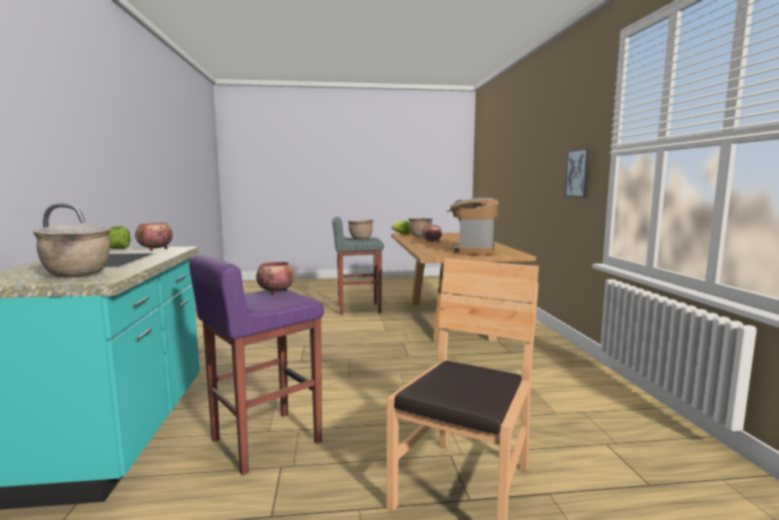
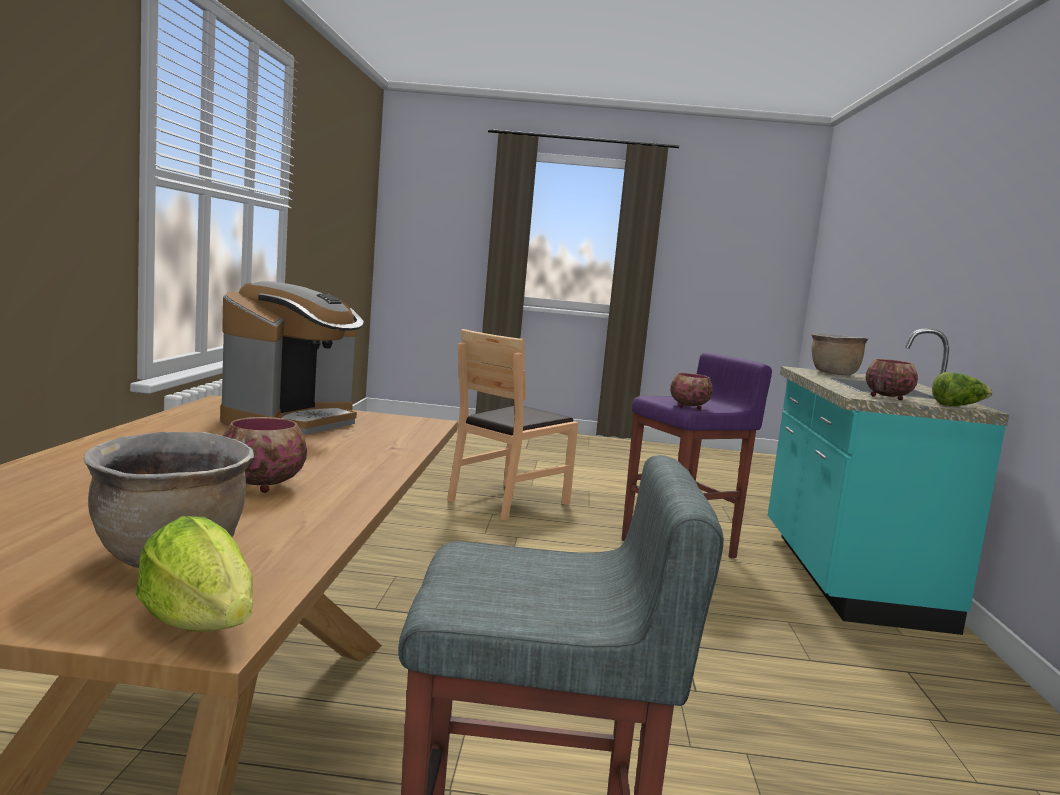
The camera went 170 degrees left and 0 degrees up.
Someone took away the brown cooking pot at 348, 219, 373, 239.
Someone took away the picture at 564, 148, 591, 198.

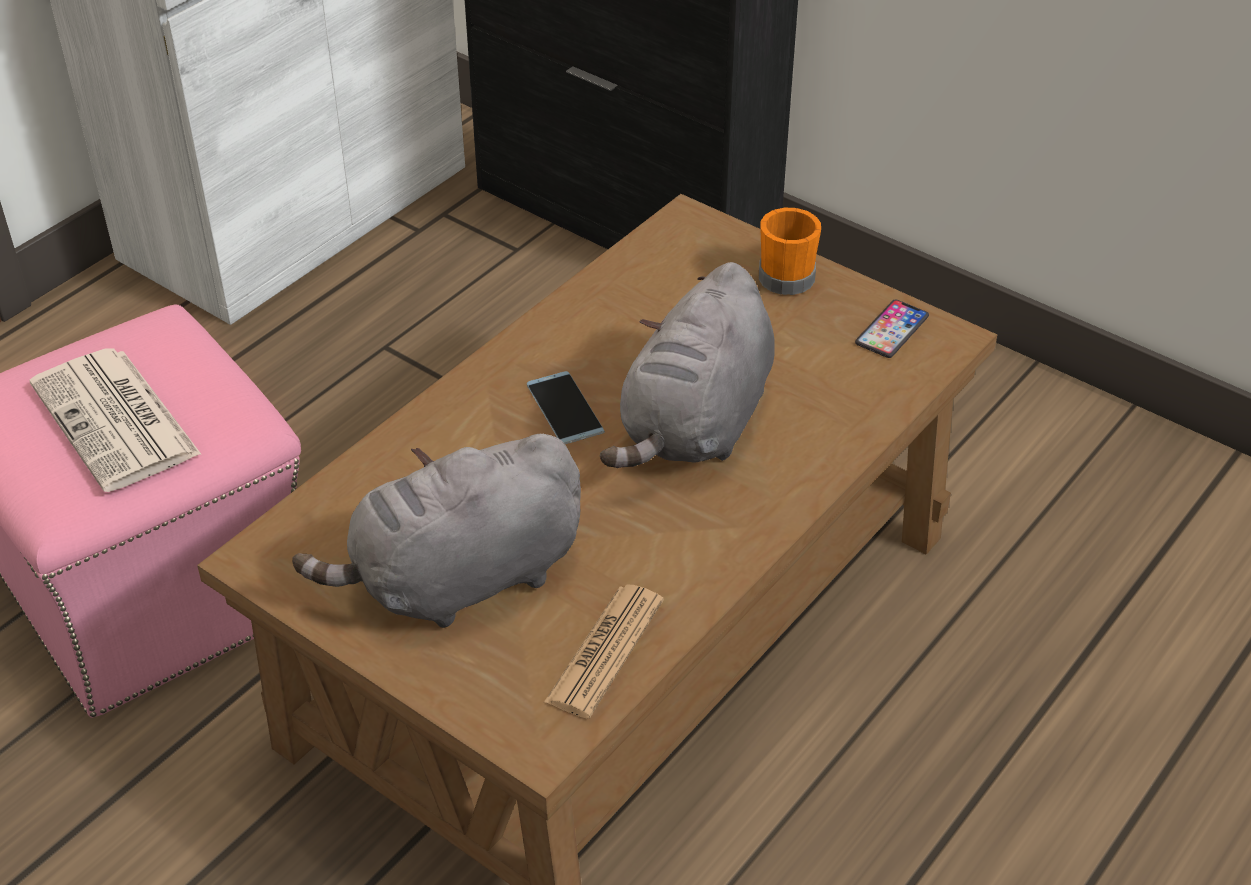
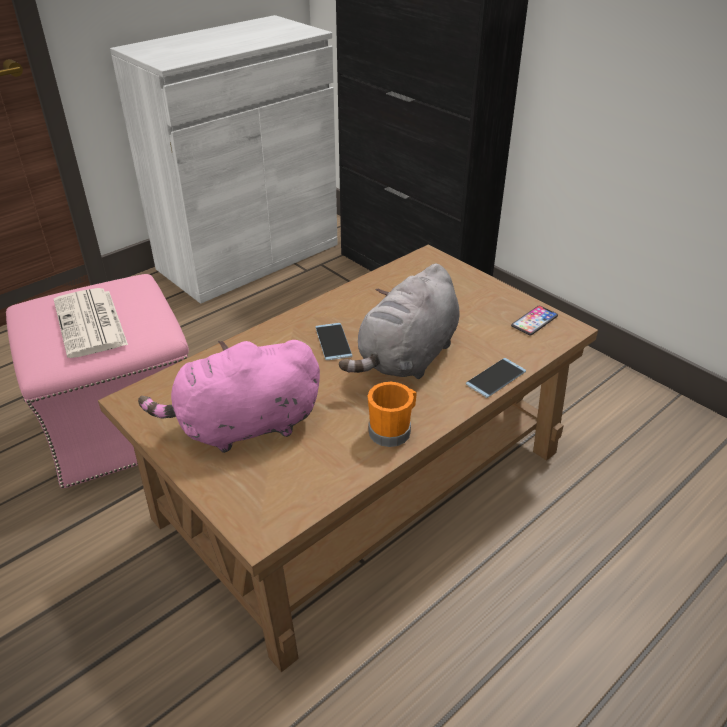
The camera went 10 degrees right and 5 degrees down.
Someone repainted the grey plush toy at 292, 434, 581, 628, which became the pink plush toy at 138, 340, 320, 453.
Someone carried the orange mug from 759, 208, 821, 295 to 368, 382, 417, 447.
Someone put down the phone at 466, 358, 526, 398.
Someone took away the newspaper at 544, 584, 664, 719.

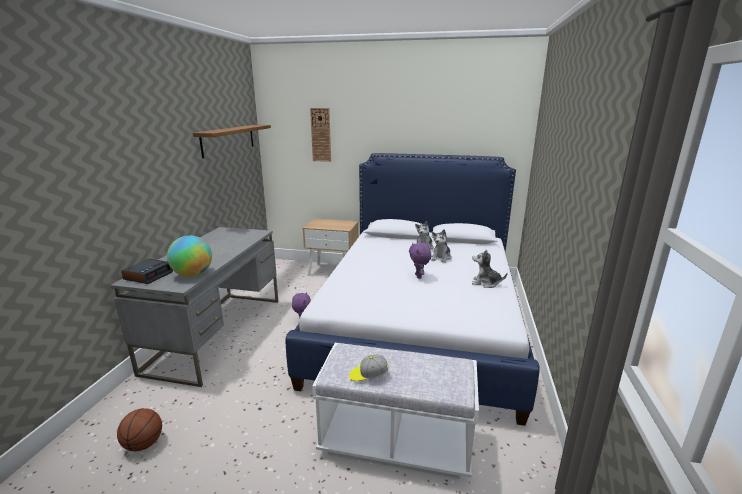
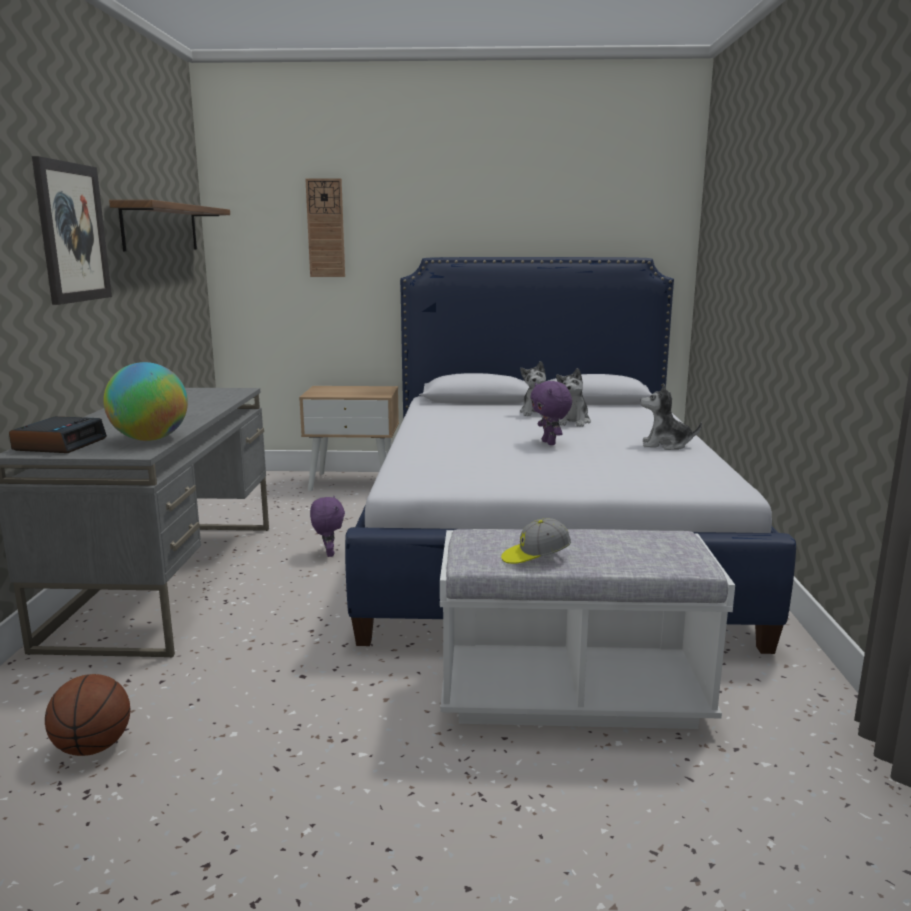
The camera went 10 degrees left and 5 degrees down.
Someone put up the picture at 32, 156, 112, 305.

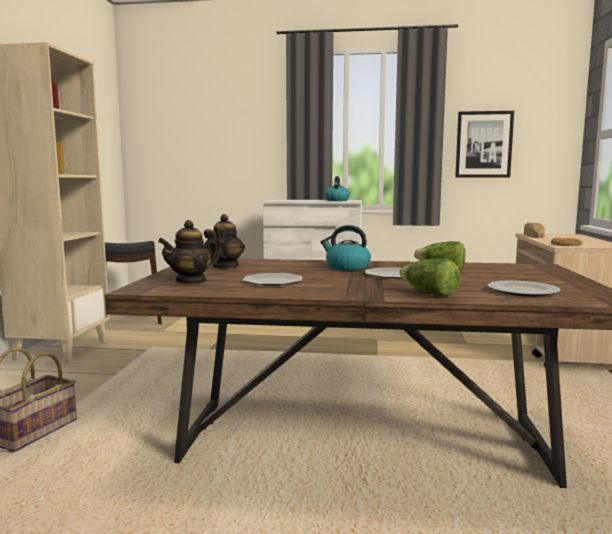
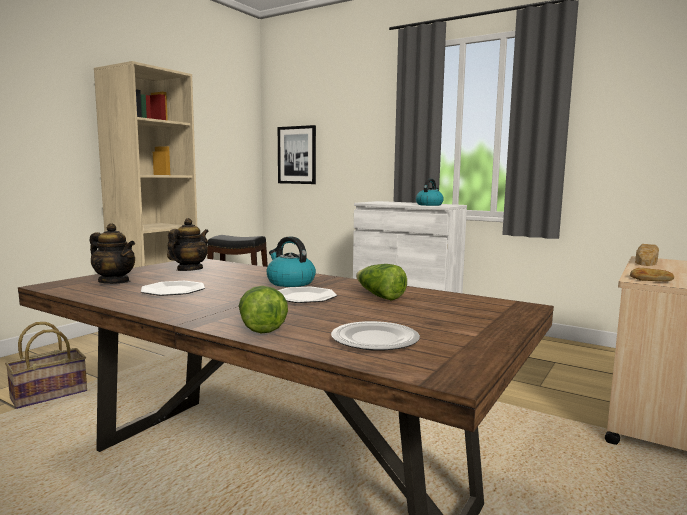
The camera went 25 degrees right and 0 degrees up.
Someone rotated the teapot at 158, 220, 220, 284 by 135 degrees counterclockwise.
Someone carried the picture from 455, 111, 514, 178 to 278, 125, 316, 184.

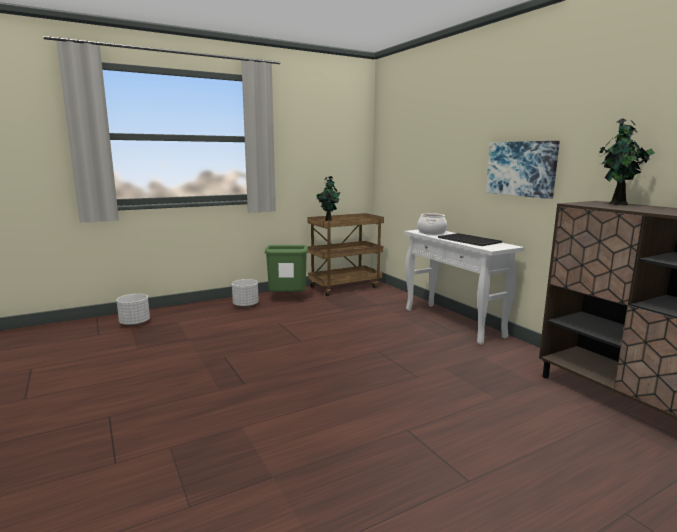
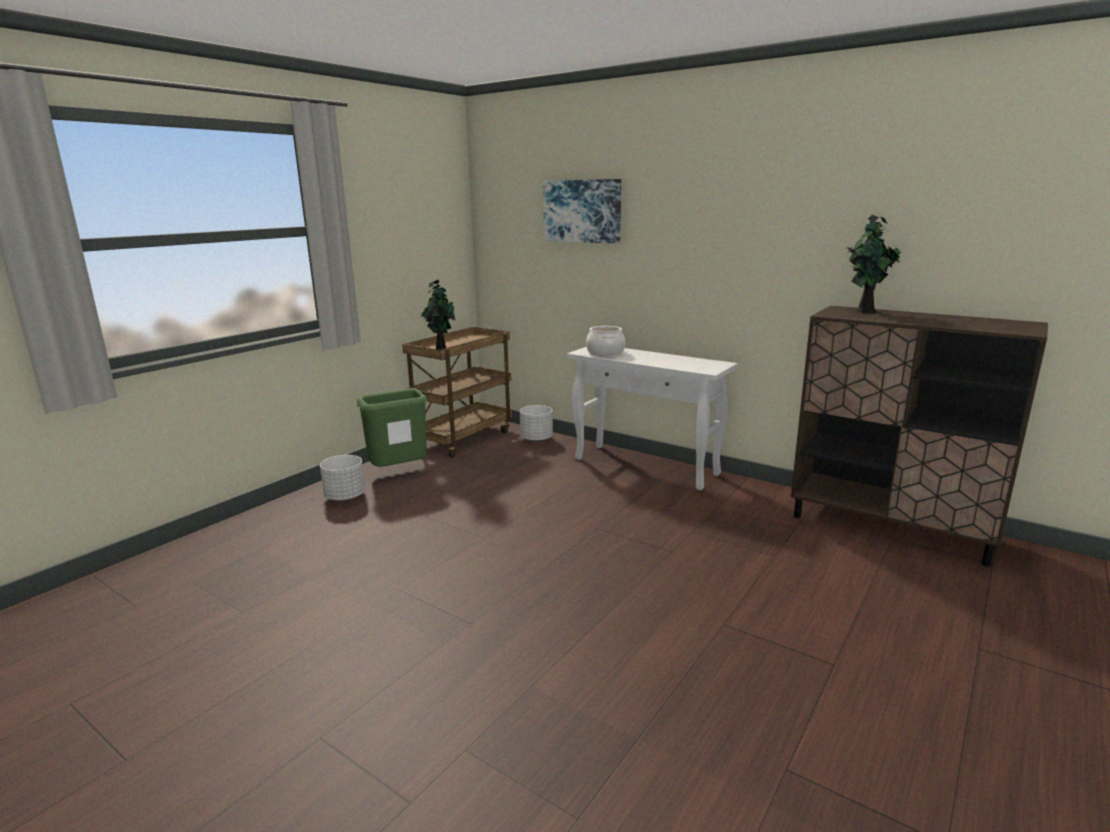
The camera went 25 degrees left and 5 degrees up.
Someone carried the white planter from 117, 294, 150, 326 to 520, 405, 553, 442.
Someone carried the picture from 486, 141, 560, 199 to 543, 179, 621, 244.
Someone took away the tray at 438, 233, 502, 246.

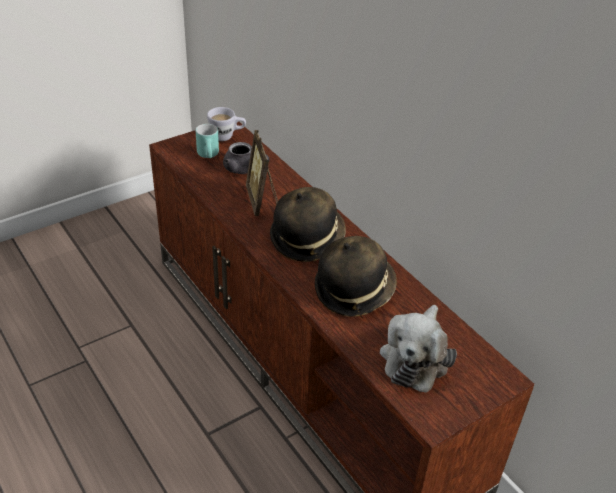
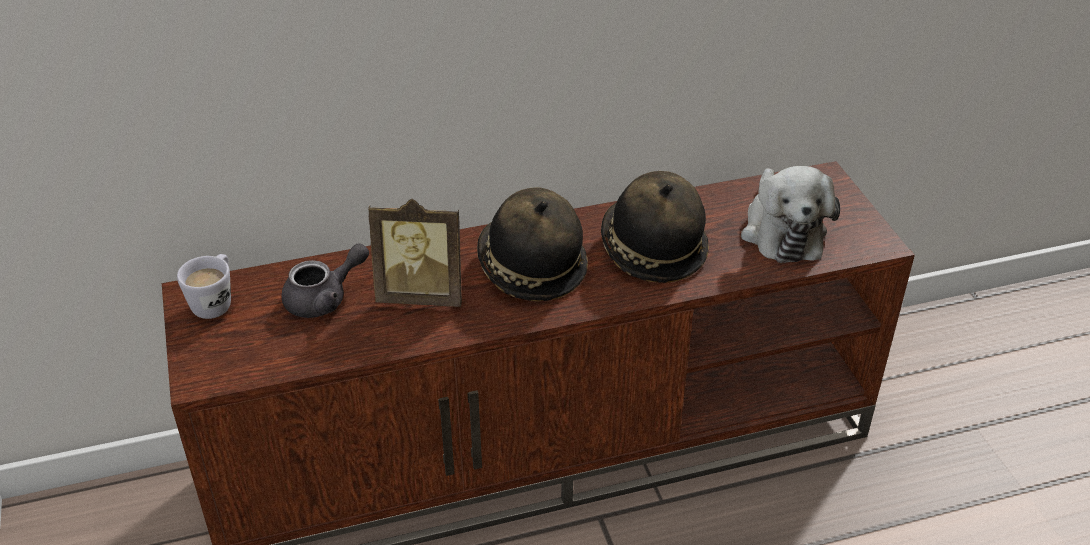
The camera went 70 degrees left and 0 degrees up.
Someone rotated the plush toy at 380, 305, 457, 393 by 45 degrees clockwise.
Someone took away the turquoise mug at 196, 124, 219, 158.

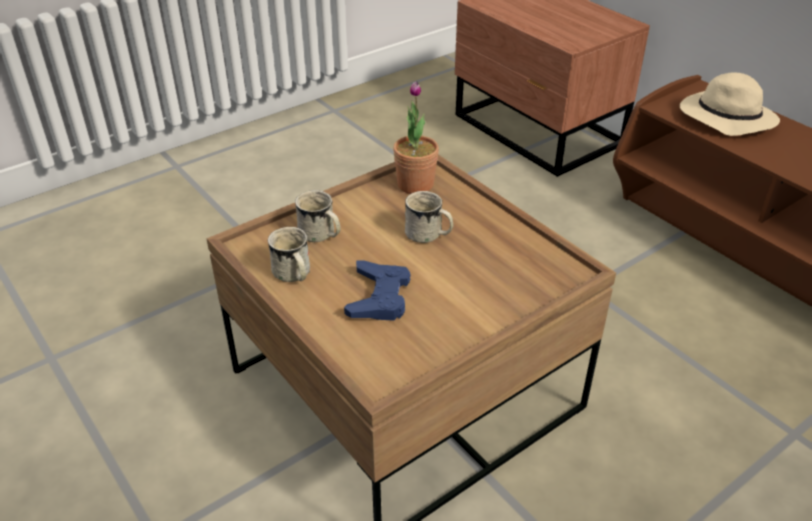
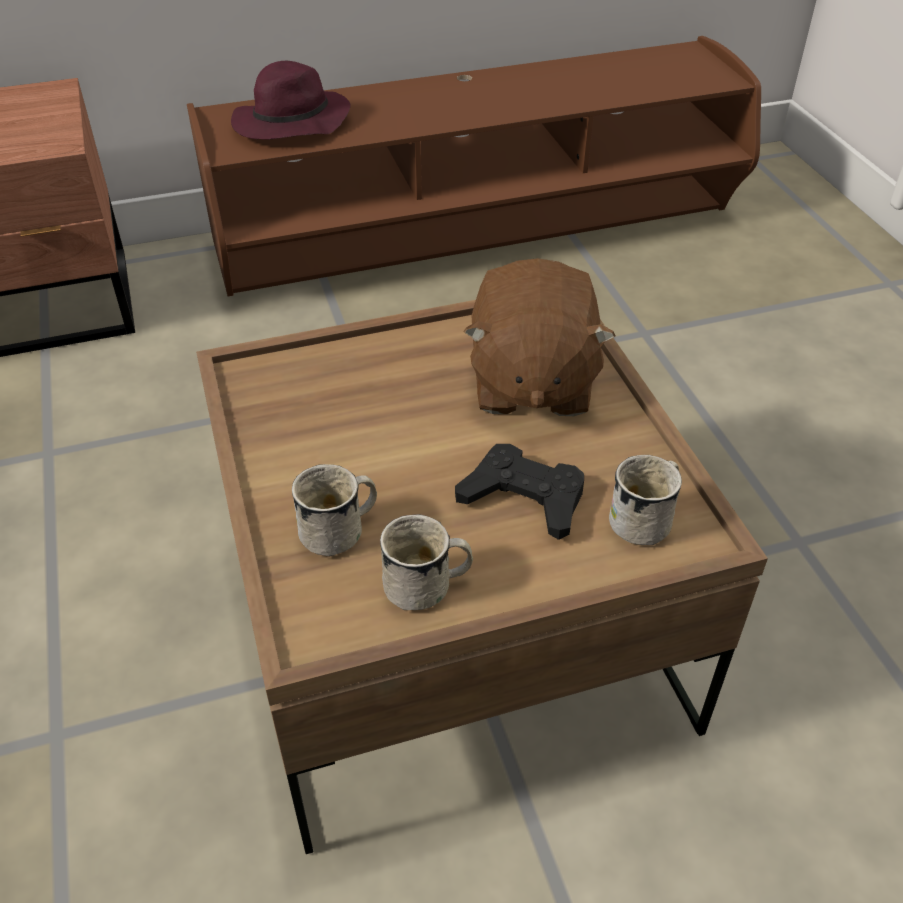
The camera went 70 degrees left and 5 degrees up.
Someone repainted the beige hat at 680, 72, 780, 136, which became the purple hat at 231, 61, 351, 140.
Someone repainted the blue game controller at 344, 260, 410, 321, which became the black game controller at 455, 444, 584, 540.
Someone put down the brown plush toy at 463, 258, 616, 416.
Someone carried the white mug from 405, 191, 453, 243 to 609, 455, 682, 545.
Someone took away the potted plant at 393, 81, 439, 194.

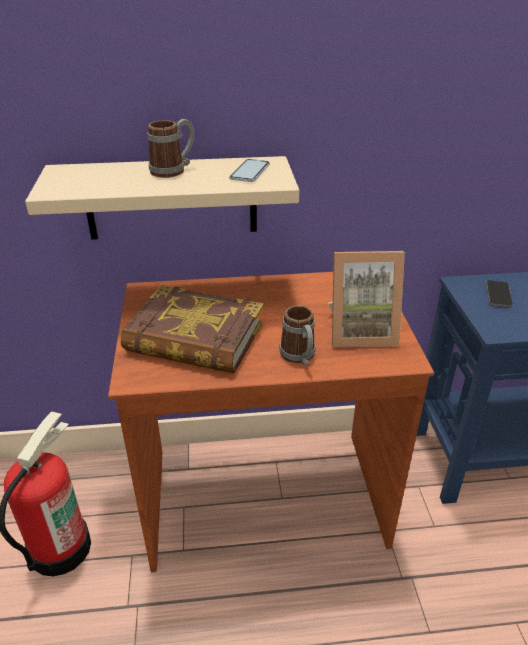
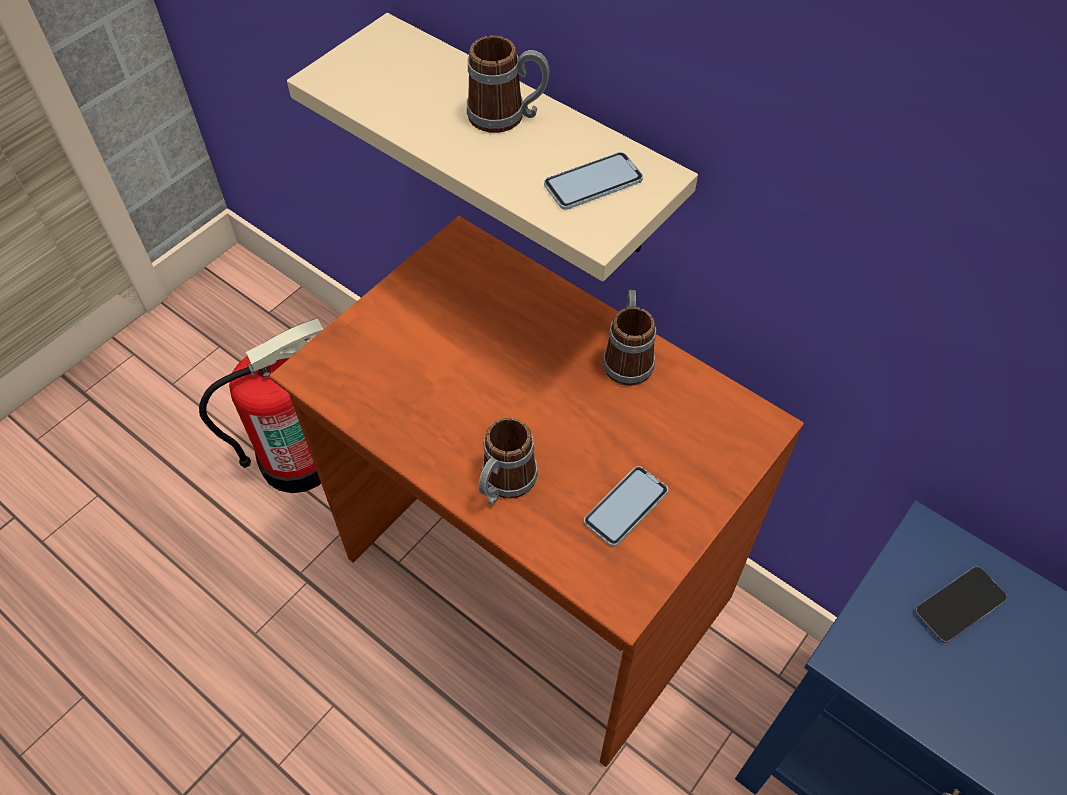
The camera went 45 degrees right and 20 degrees up.
Someone swapped the picture frame at 328, 251, 405, 347 for the phone at 584, 466, 668, 546.
Someone put down the mug at 603, 290, 656, 386.
Someone took away the book at 121, 285, 264, 373.

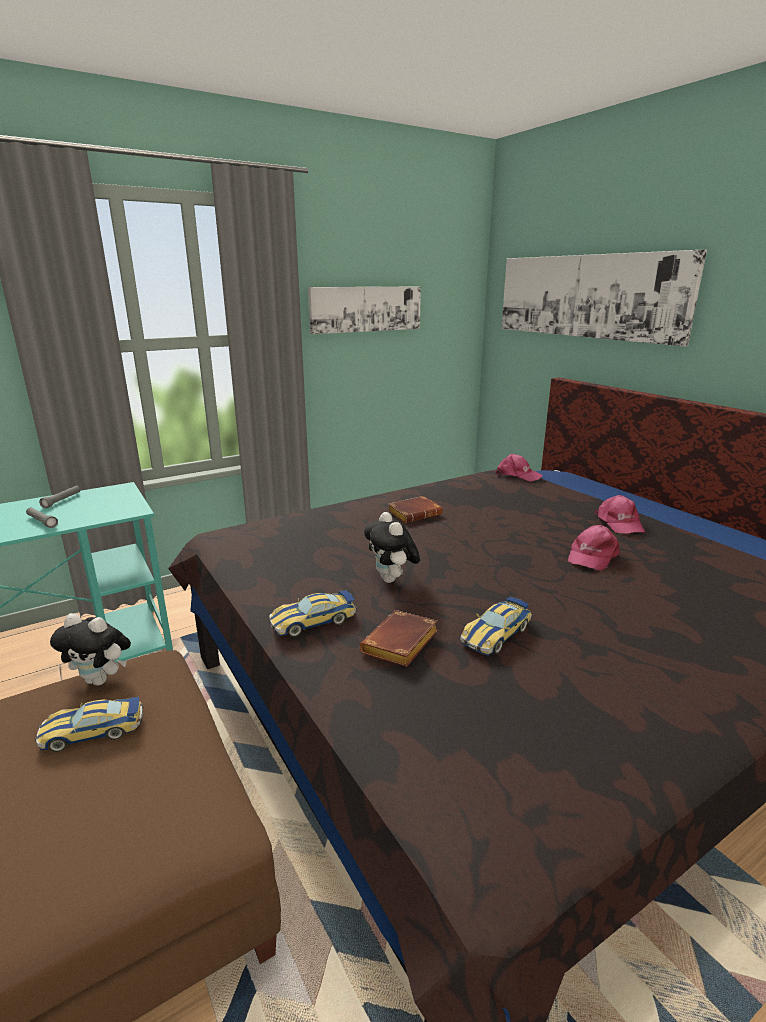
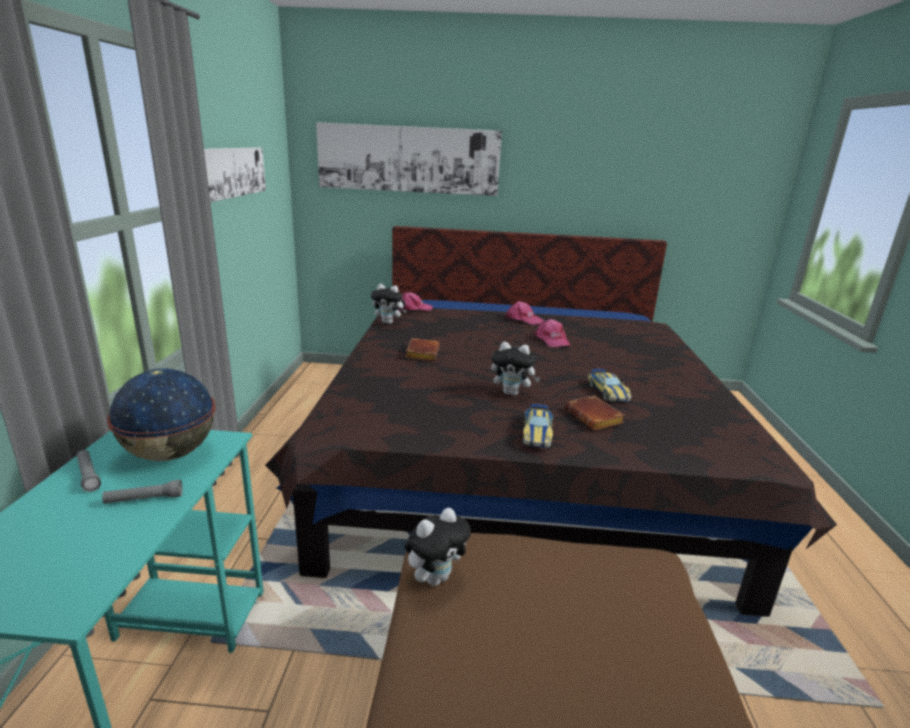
The camera went 55 degrees left and 0 degrees up.
Someone put down the globe at 107, 368, 216, 461.
Someone put down the plush toy at 371, 284, 407, 324.
Someone took away the toy car at 35, 697, 143, 752.

